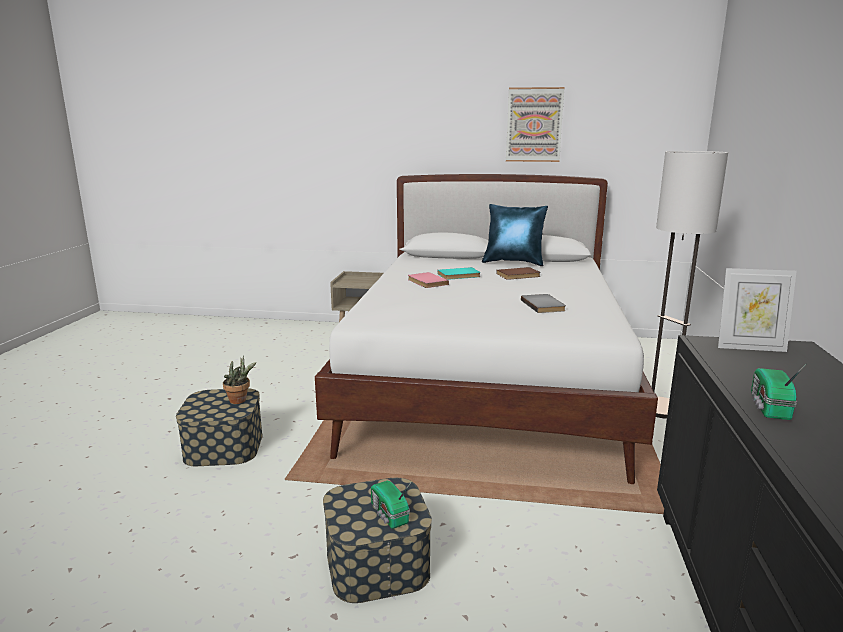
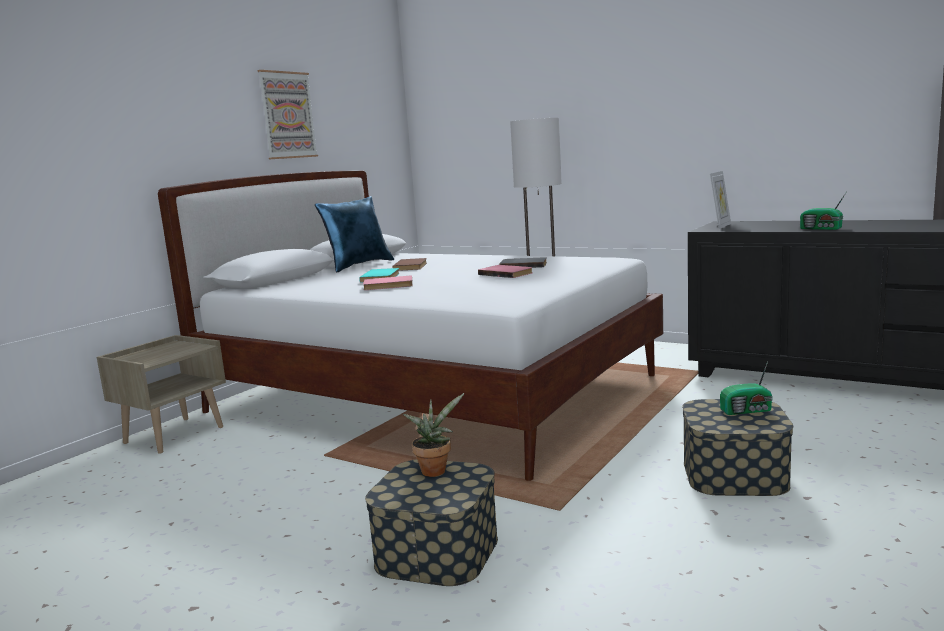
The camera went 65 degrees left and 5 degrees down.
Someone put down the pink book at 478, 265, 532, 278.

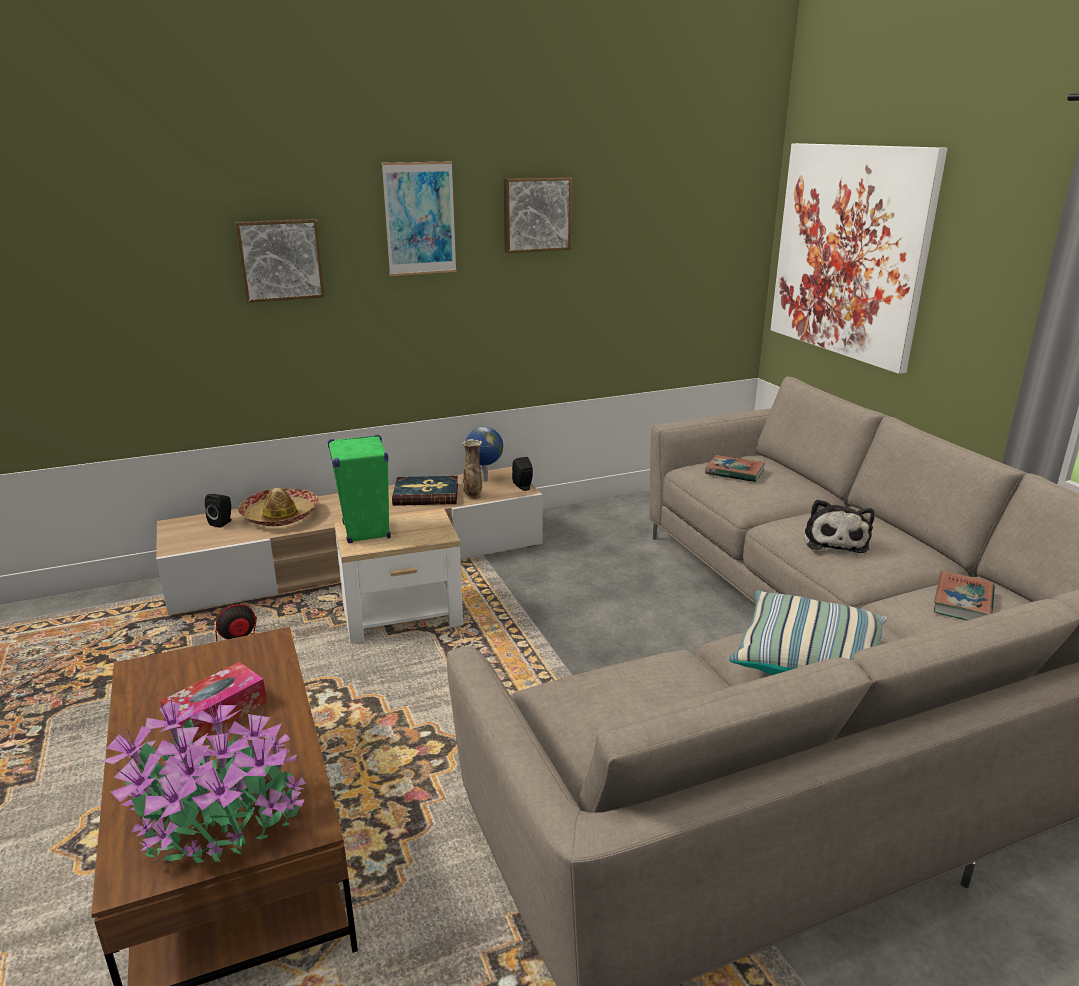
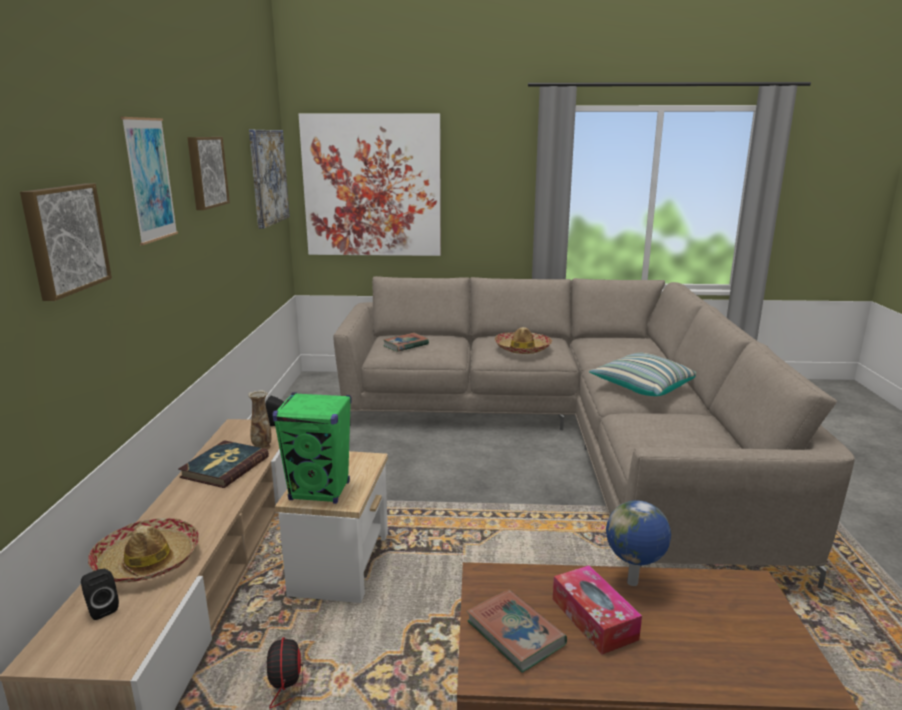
The camera went 65 degrees left and 5 degrees down.
Someone put up the picture at 249, 130, 290, 229.
Someone carried the book from 934, 571, 995, 620 to 467, 590, 567, 673.
Someone swapped the plush toy at 804, 499, 875, 553 for the hat at 495, 327, 552, 354.
Someone carried the globe from 465, 427, 503, 482 to 606, 500, 671, 586.
Someone took away the potted plant at 101, 694, 306, 864.

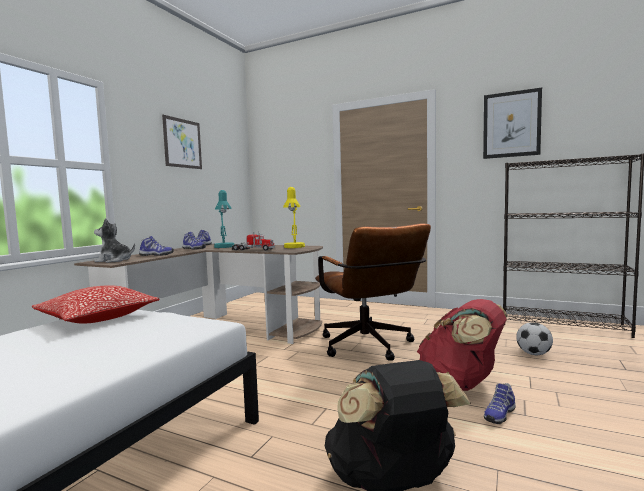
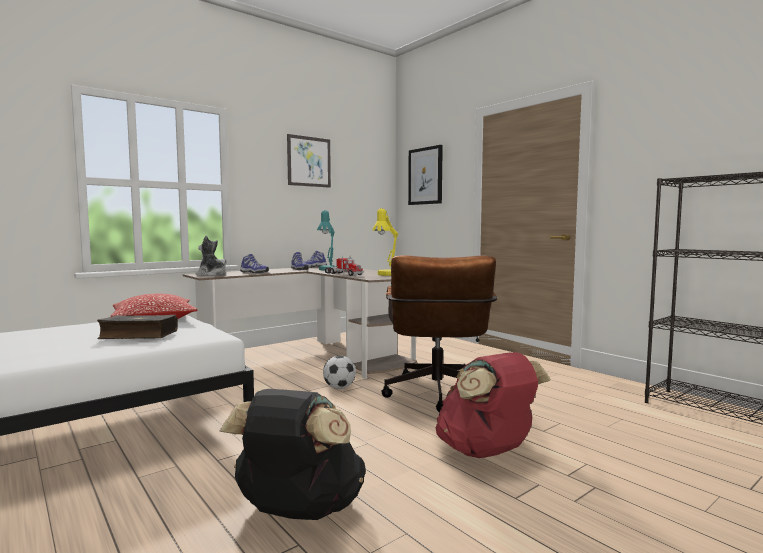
The camera went 25 degrees right and 0 degrees up.
Someone put down the book at 97, 315, 178, 339.
Someone carried the football from 516, 322, 553, 355 to 323, 356, 356, 389.
Someone carried the picture from 483, 88, 542, 159 to 408, 145, 443, 205.
Someone took away the shoe at 484, 383, 516, 424.

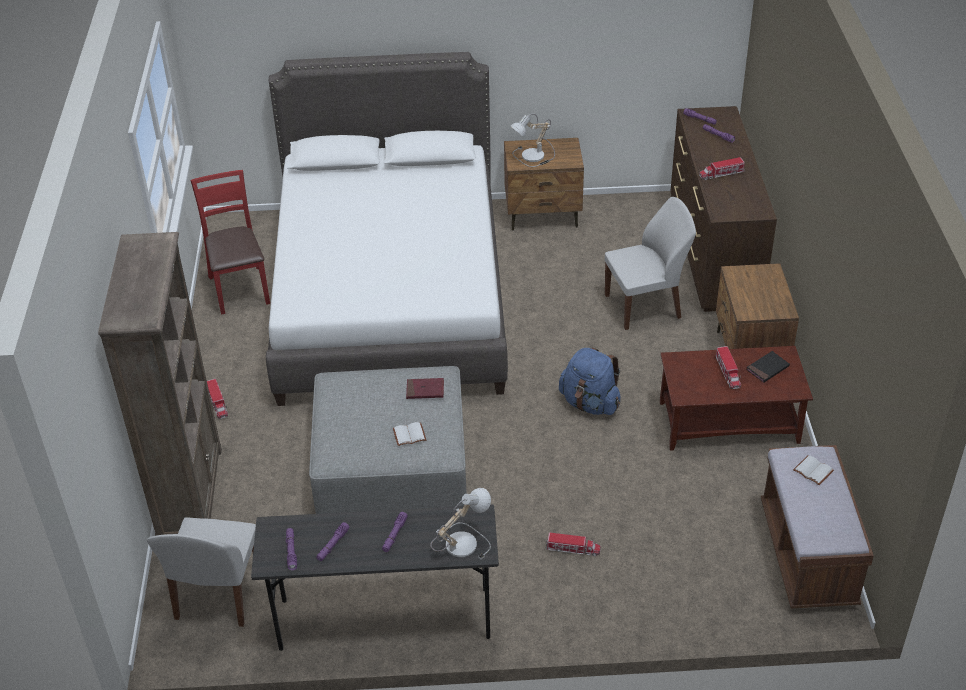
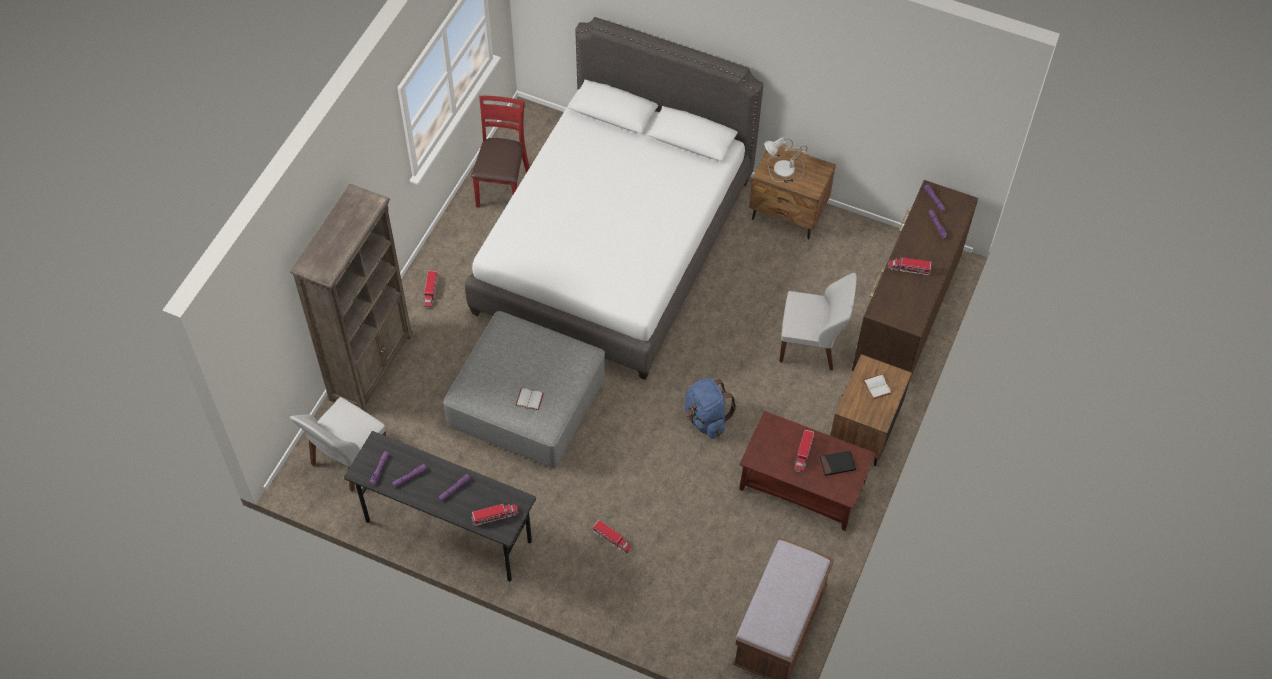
The camera went 25 degrees right and 15 degrees up.
Someone swapped the table lamp at 430, 488, 491, 559 for the toy truck at 471, 503, 518, 526.
Someone carried the white book from 793, 455, 834, 485 to 863, 374, 892, 399.
Someone took away the red book at 406, 378, 444, 399.

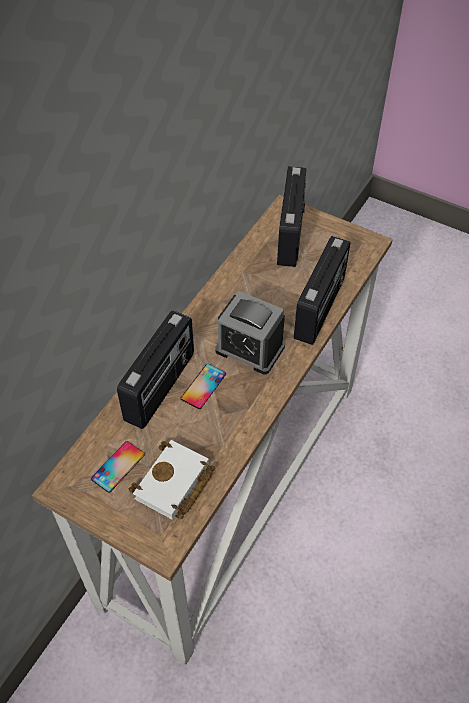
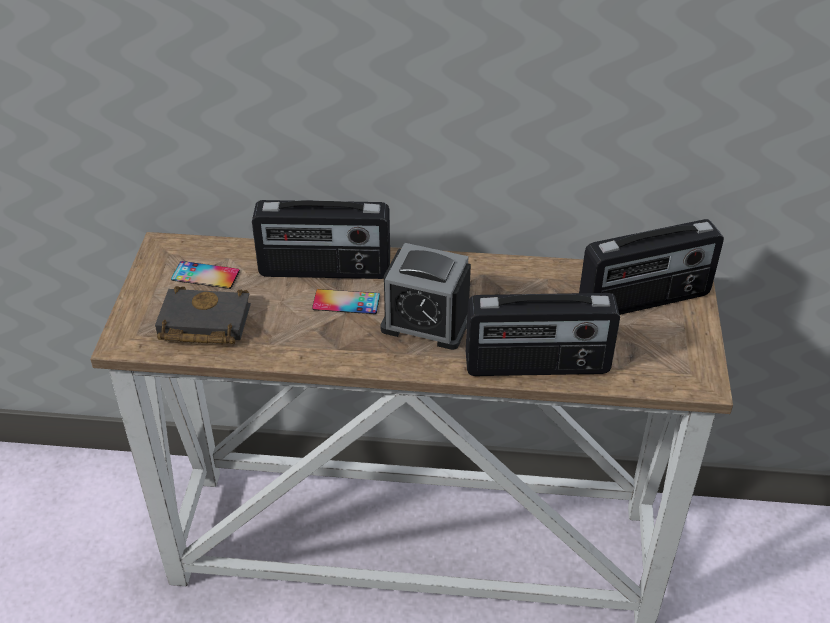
The camera went 65 degrees right and 10 degrees down.
Someone repainted the white book at 129, 440, 215, 520, which became the black book at 155, 286, 251, 344.
Someone rotated the alarm clock at 215, 291, 285, 375 by 75 degrees counterclockwise.

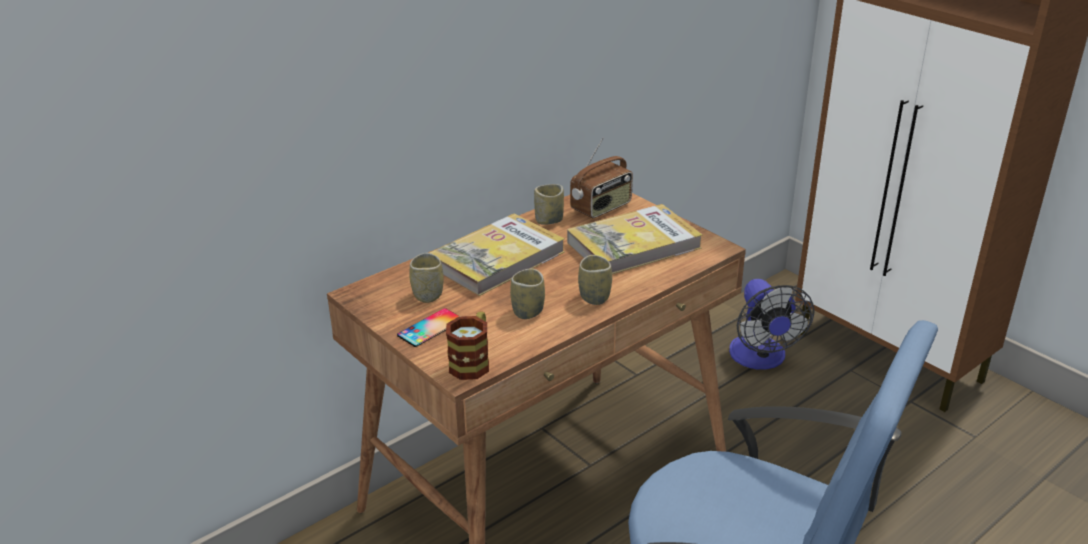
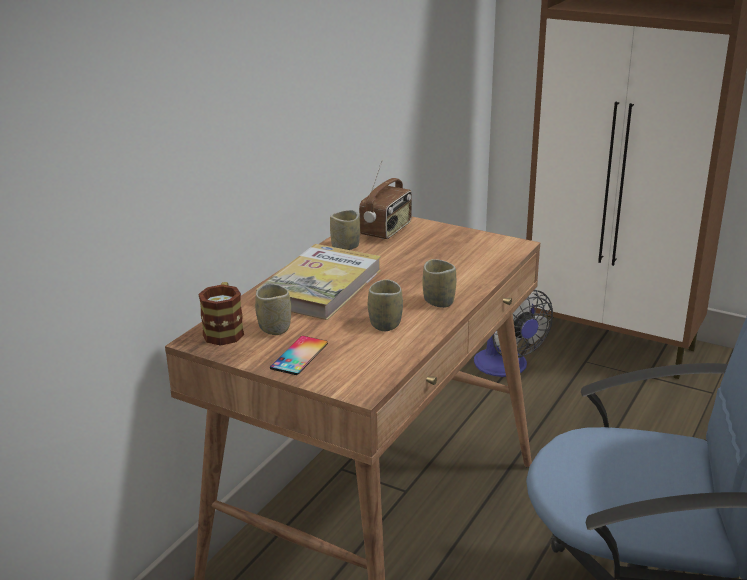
The camera went 20 degrees left and 5 degrees down.
Someone carried the mug from 446, 311, 489, 380 to 198, 282, 244, 346.
Someone took away the book at 567, 204, 703, 274.

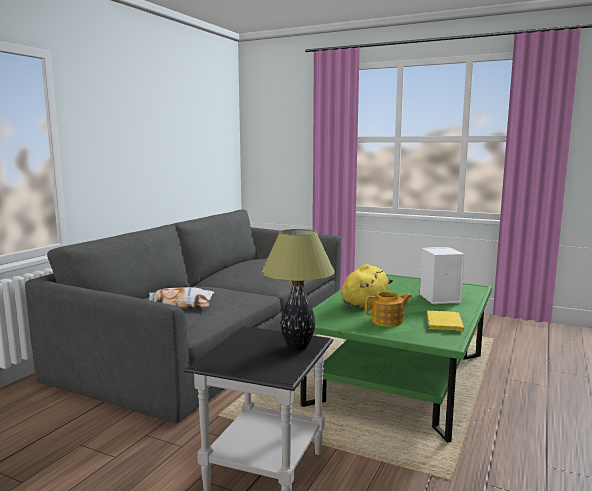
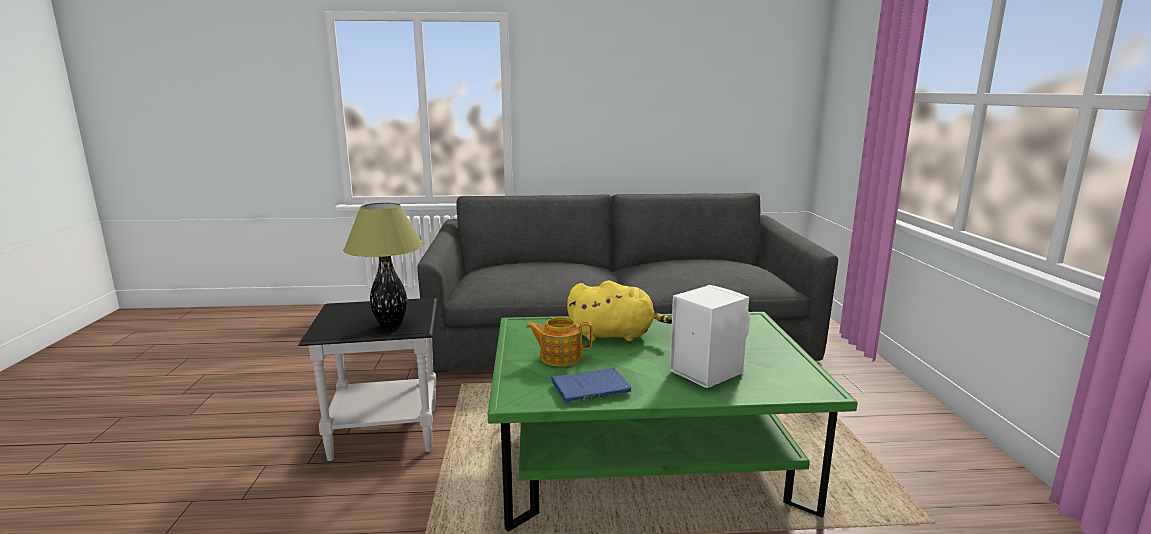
The camera went 60 degrees right and 5 degrees up.
Someone rotated the teapot at 365, 292, 412, 327 by 135 degrees clockwise.
Someone repainted the yellow book at 426, 310, 464, 331, which became the blue book at 551, 368, 632, 403.
Someone took away the pillow at 149, 287, 214, 309.

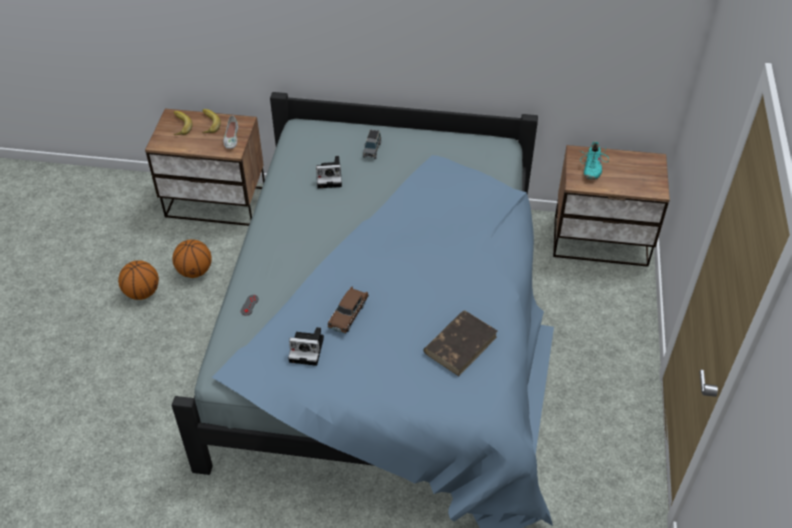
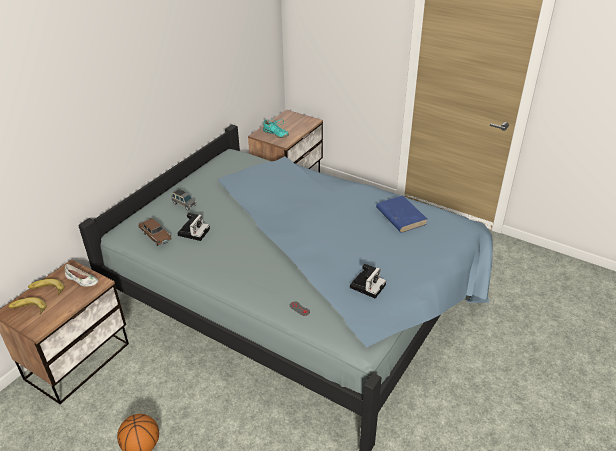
The camera went 65 degrees left and 10 degrees down.
Someone carried the brown toy car from 328, 286, 369, 334 to 139, 218, 172, 246.
Someone repainted the brown book at 423, 310, 498, 376, which became the blue book at 376, 195, 427, 233.
Someone took away the basketball at 172, 239, 212, 278.

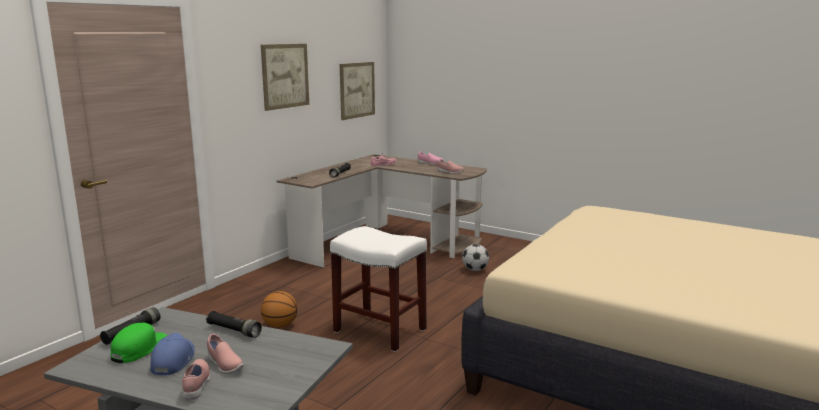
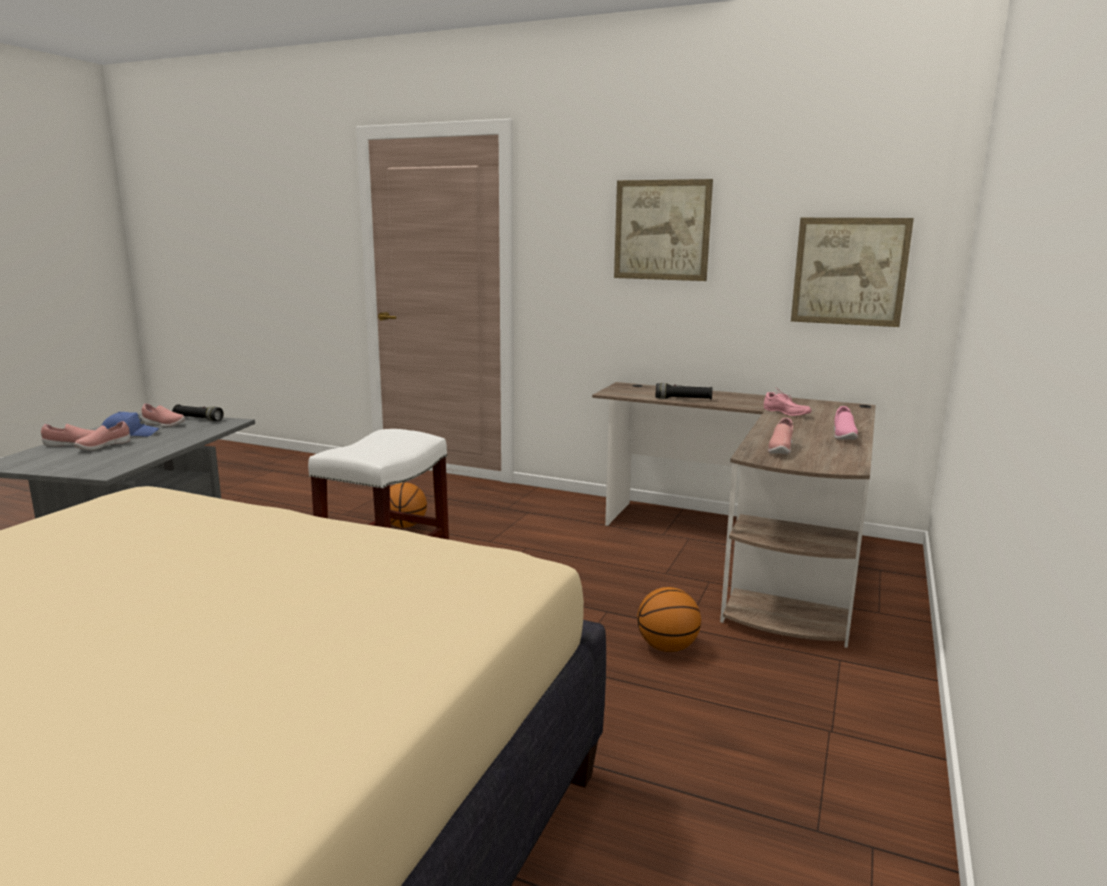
The camera went 80 degrees right and 0 degrees up.
Someone swapped the green cap at 111, 323, 168, 363 for the pink shoe at 142, 403, 185, 427.
Someone swapped the football at 462, 244, 489, 271 for the basketball at 637, 587, 701, 652.
Someone took away the black flashlight at 206, 311, 262, 338.

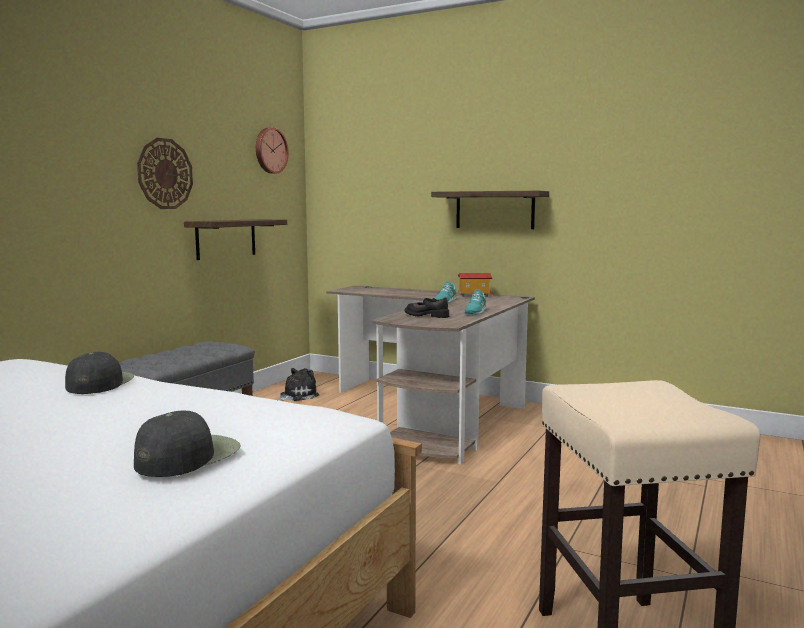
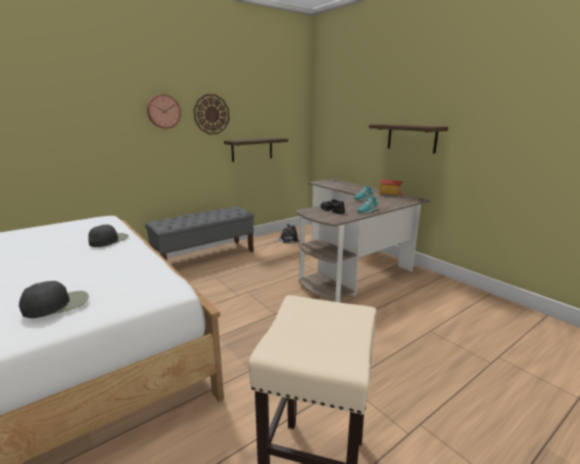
The camera went 25 degrees right and 10 degrees up.
Someone carried the wall clock from 256, 127, 289, 174 to 147, 94, 181, 129.

